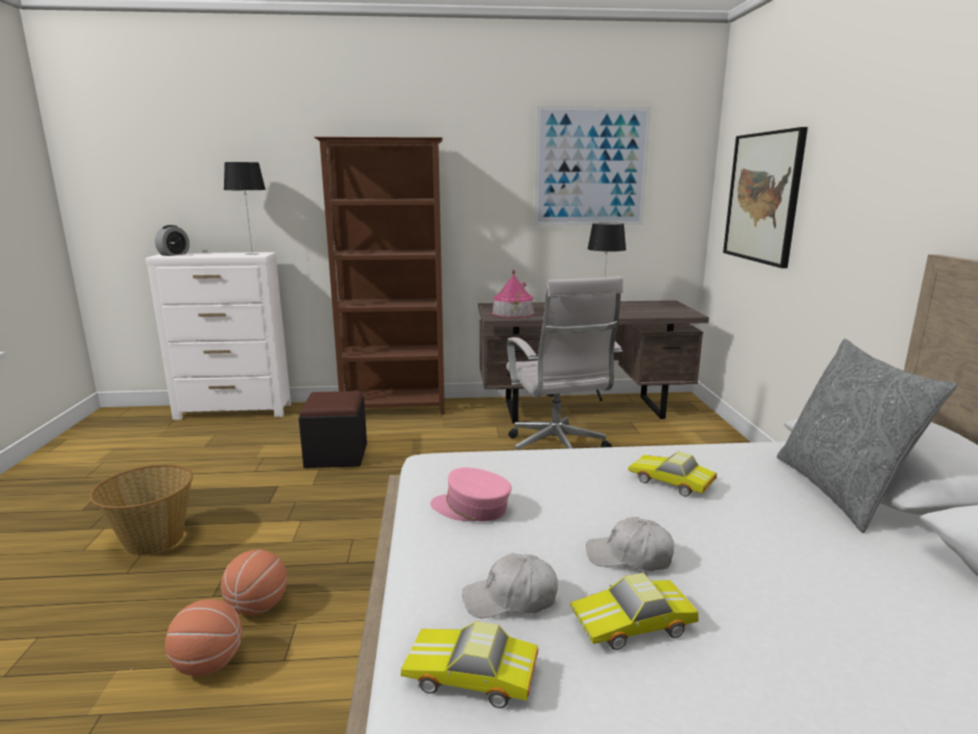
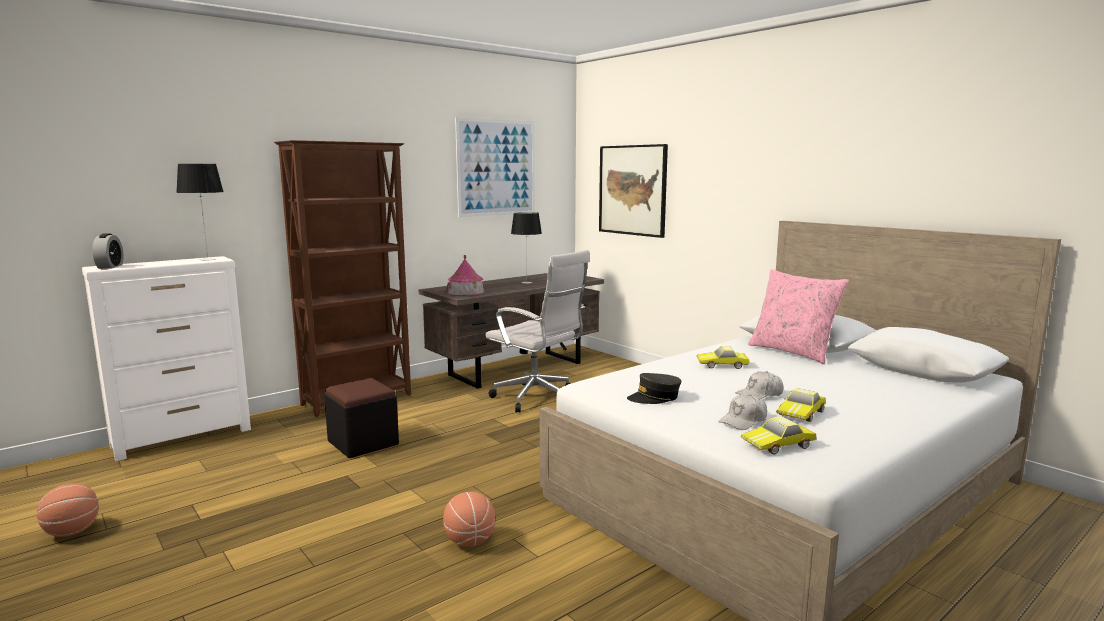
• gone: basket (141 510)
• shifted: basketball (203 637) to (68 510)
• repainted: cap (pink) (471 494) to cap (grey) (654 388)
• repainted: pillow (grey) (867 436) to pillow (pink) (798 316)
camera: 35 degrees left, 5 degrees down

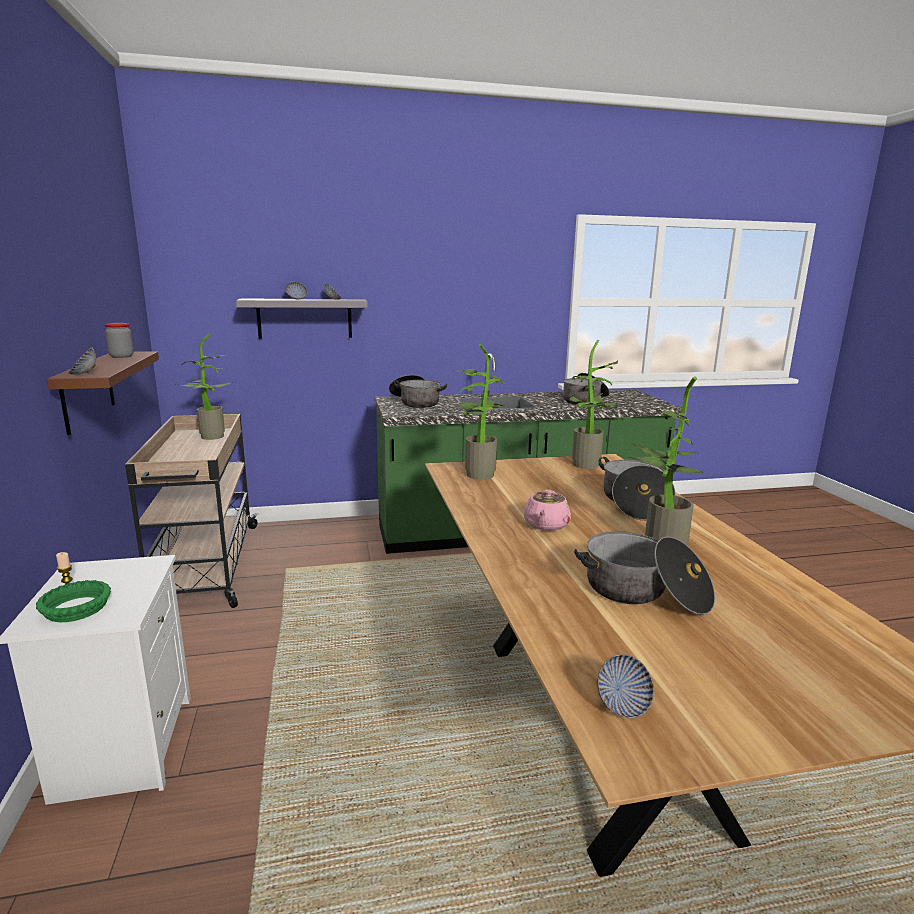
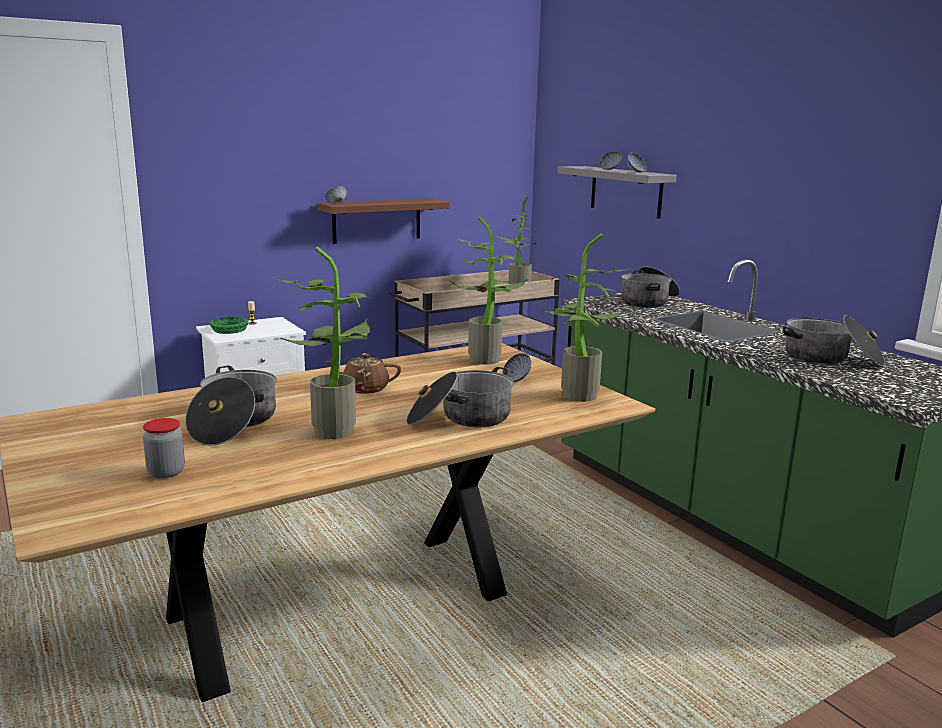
• shifted: jar (119 340) to (164 448)
• shifted: bowl (625 686) to (516 367)
• repainted: teapot (pink) (547 510) to teapot (brown) (363 373)
camera: 70 degrees right, 0 degrees up

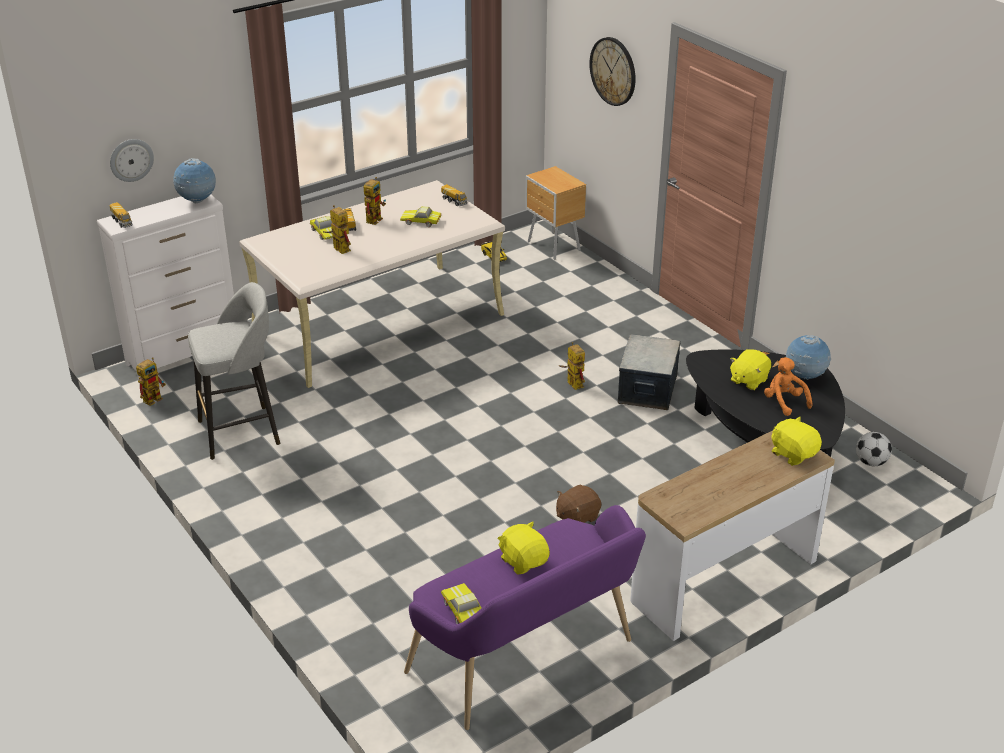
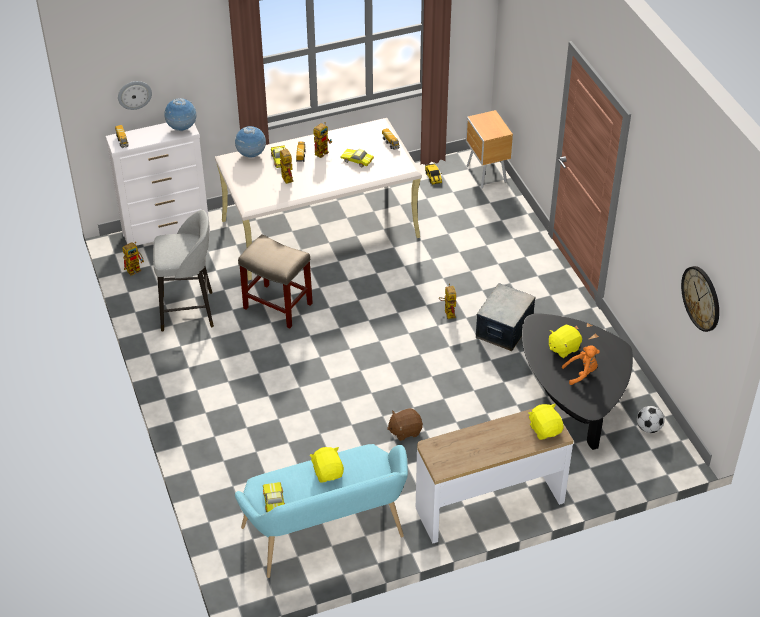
• new: stool (beige) (275 281)
• shifted: wall clock (612 71) to (700 299)
• shifted: globe (808 357) to (250 142)
• repainted: bench (purple) (525 617) to bench (turquoise) (321 511)
• rotated: plush toy (orange) (788 386) = (581 365) 90 degrees clockwise
camera: 15 degrees right, 10 degrees up

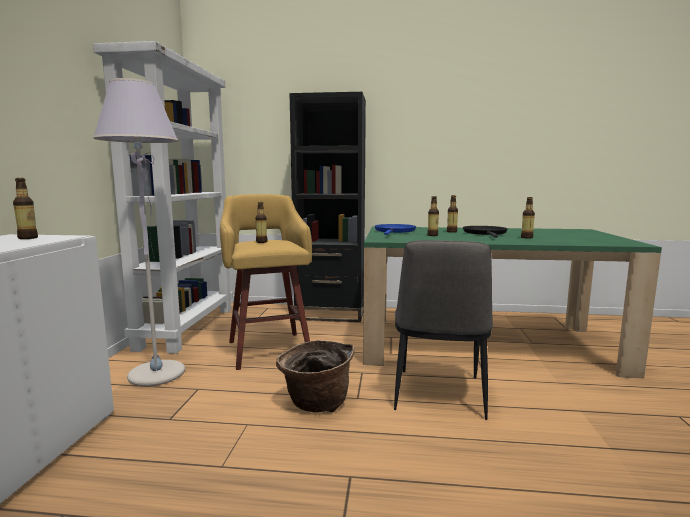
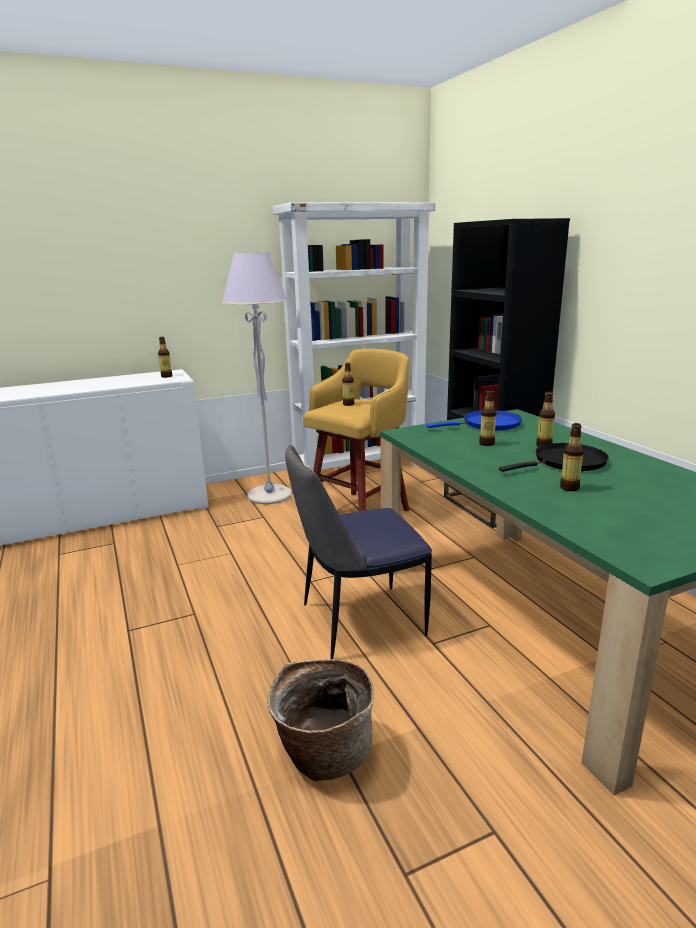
• shifted: basket (315 376) to (320 720)
camera: 60 degrees right, 10 degrees up

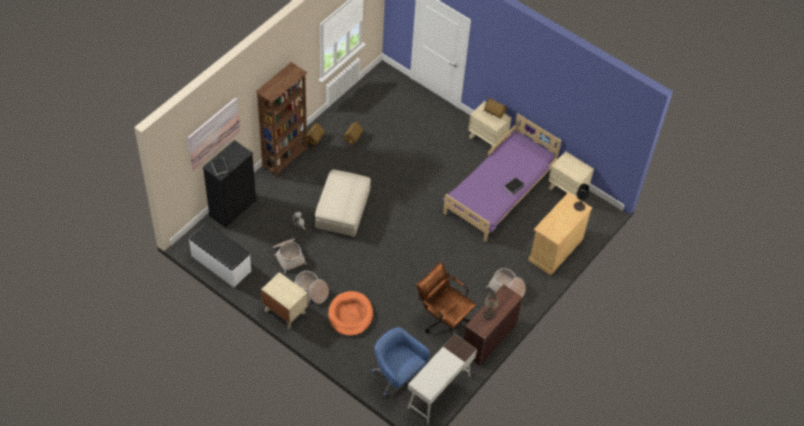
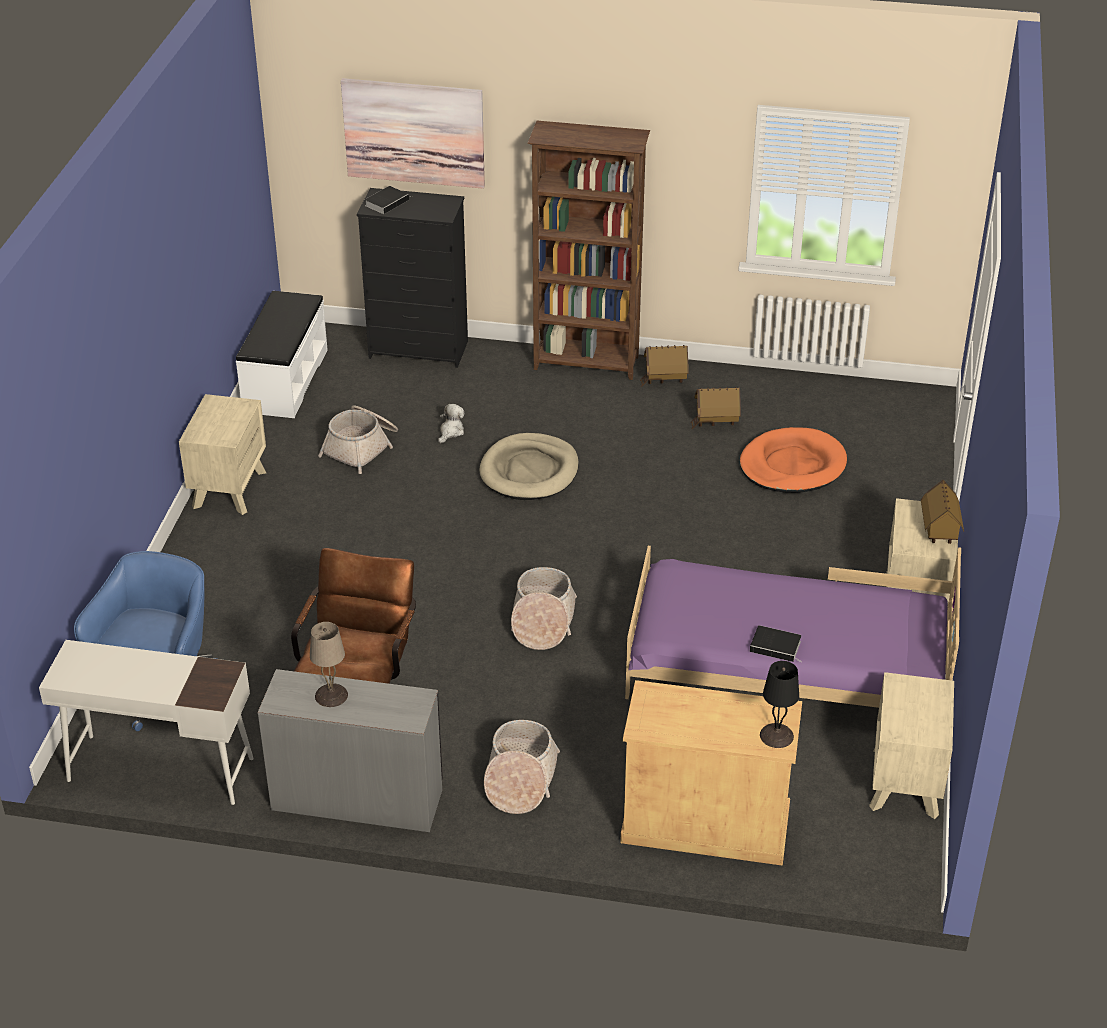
• shifted: basket (311 287) to (544 608)
• shifted: dog bed (orange) (350 313) to (793 460)
• swapped: ottoman (beige) (343 203) to dog bed (beige) (529 466)
• repainted: desk (brown) (493 325) to desk (grey) (350 750)
camera: 65 degrees right, 15 degrees down

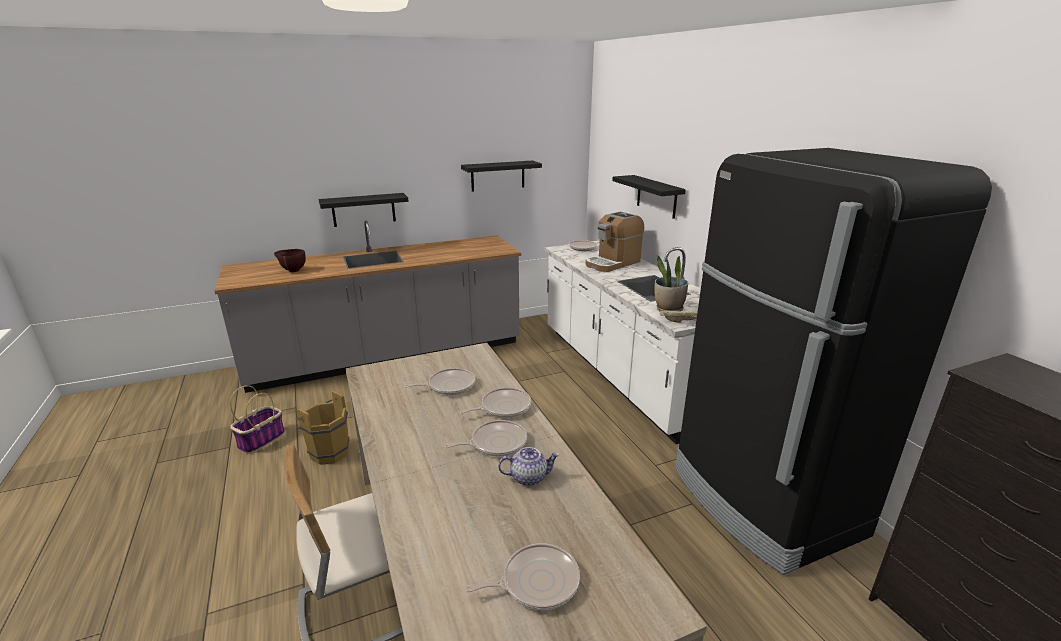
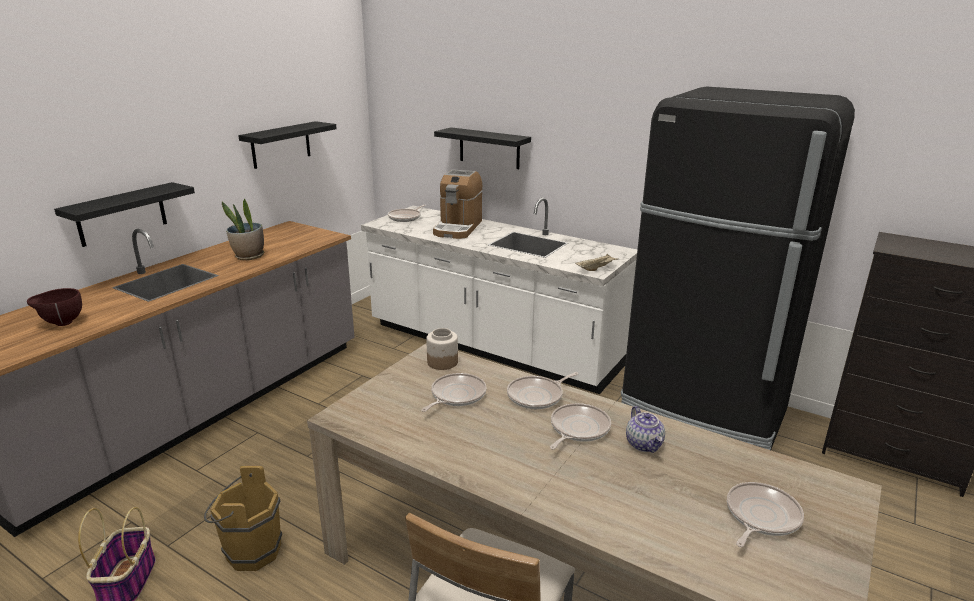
• new: jar (442 349)
• shifted: potted plant (671 283) to (243 229)
• rotated: frying pan (495 403) = (543 390) 150 degrees counterclockwise
• rotated: teapot (528 466) = (645 429) 120 degrees clockwise
camera: 35 degrees left, 0 degrees up

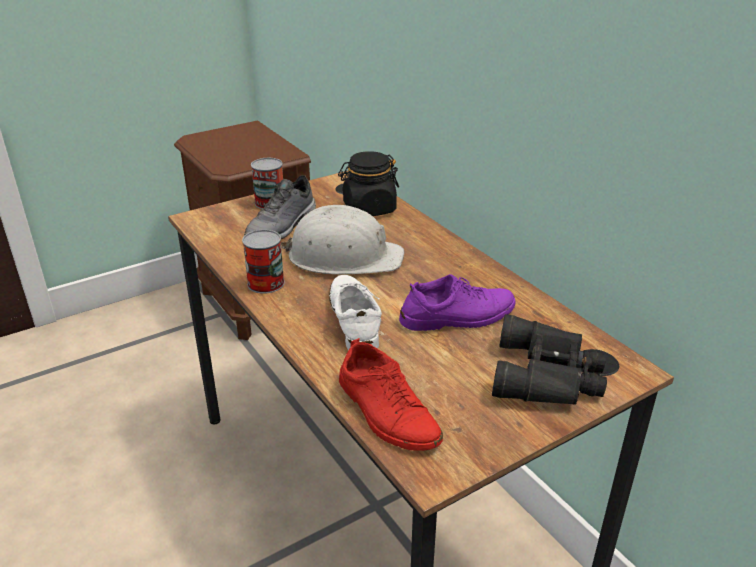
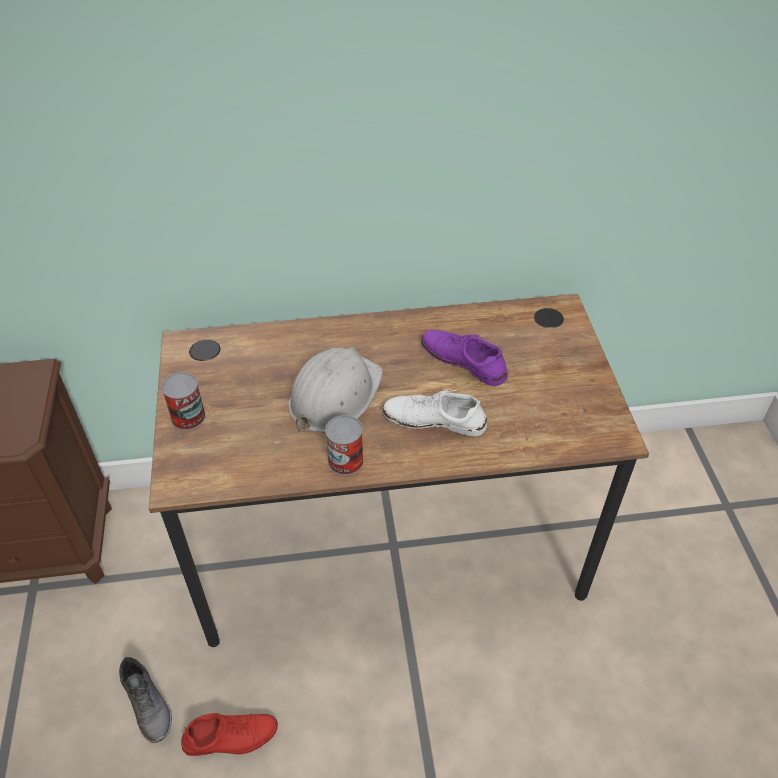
• gone: jar (black) (368 183)
• gone: binoculars (black) (549 359)
• shifted: shoe (grey) (280 207) to (145 700)
• shifted: shoe (red) (391 394) to (229 734)
• rotated: shoe (purple) (457 302) = (464 358) 60 degrees counterclockwise
camera: 65 degrees left, 15 degrees up

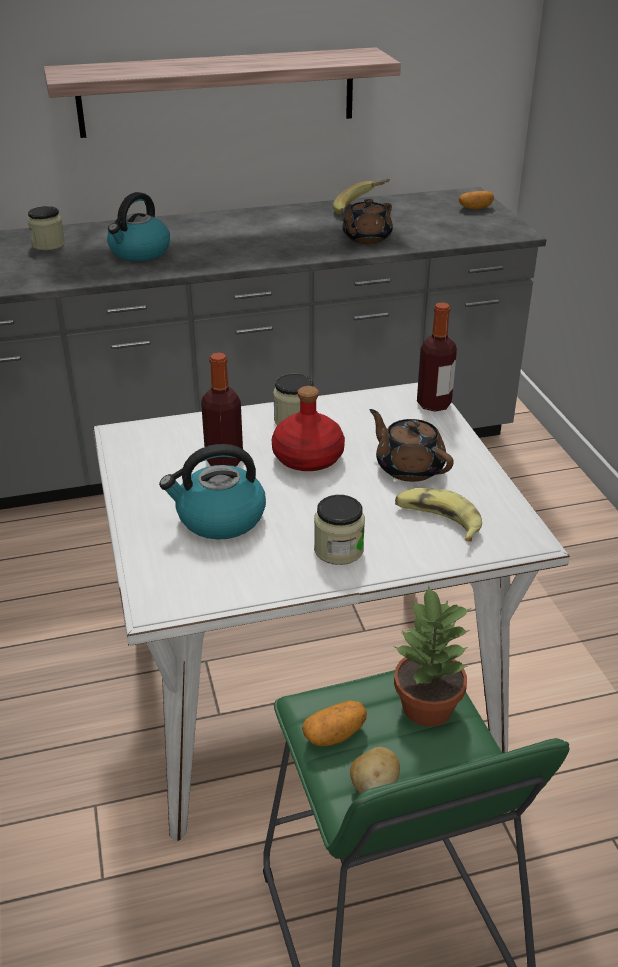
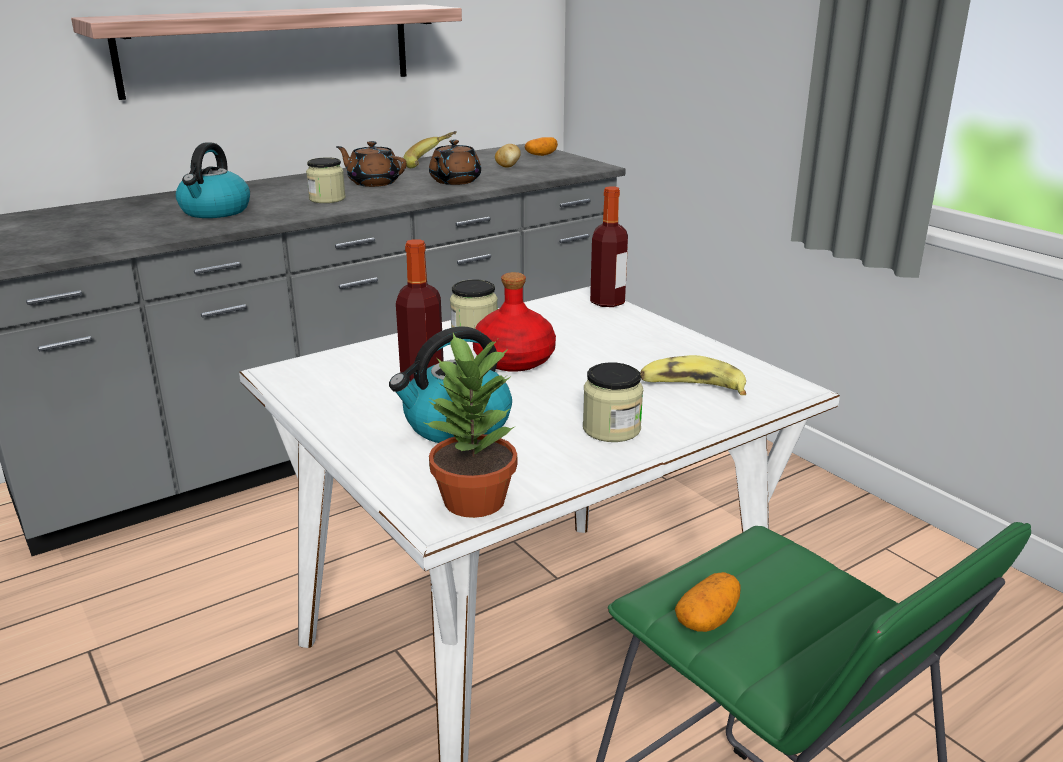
• shifted: jar (46 228) to (326 180)
• shifted: potato (375 770) to (508 156)
• shifted: teapot (brown) (412 445) to (371 164)
• shifted: potted plant (432 656) to (469 425)
camera: 20 degrees left, 10 degrees down

